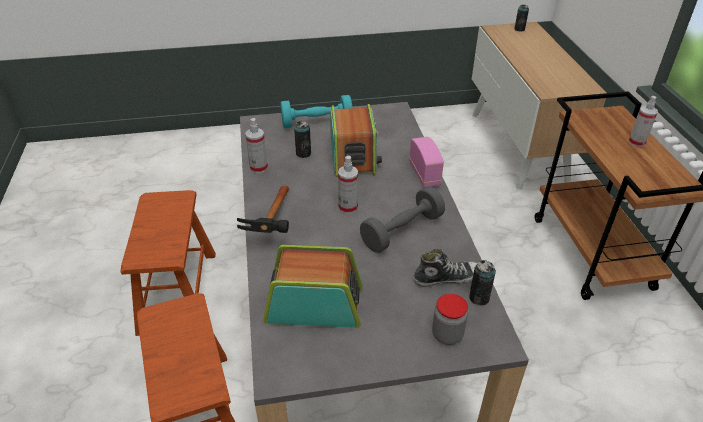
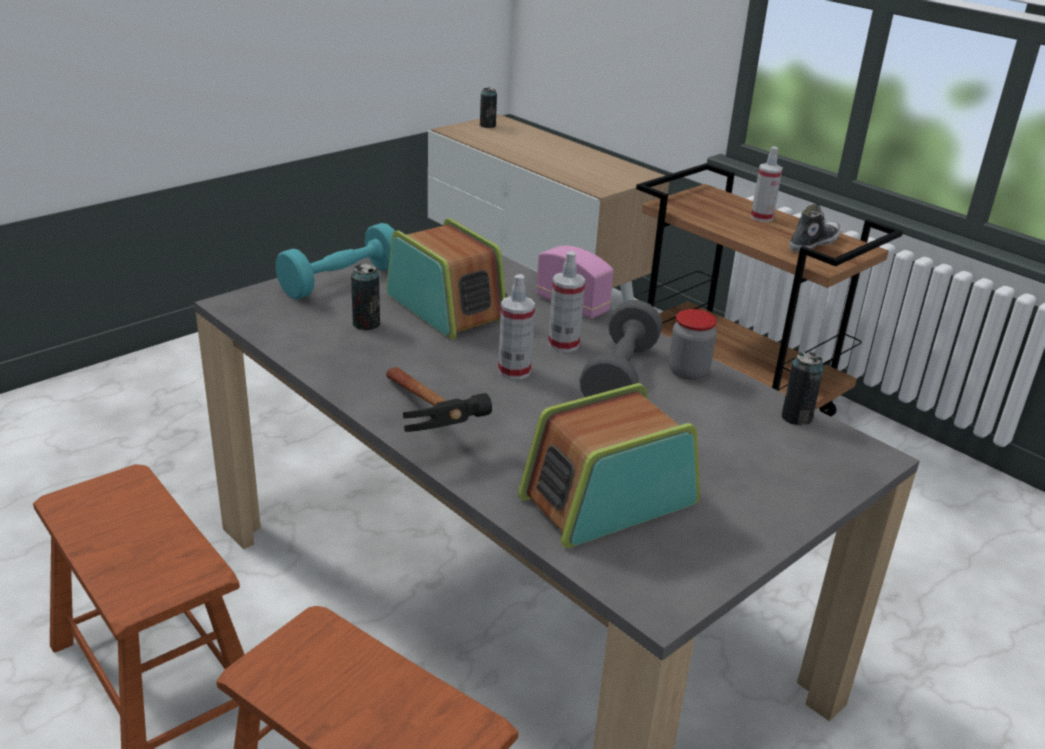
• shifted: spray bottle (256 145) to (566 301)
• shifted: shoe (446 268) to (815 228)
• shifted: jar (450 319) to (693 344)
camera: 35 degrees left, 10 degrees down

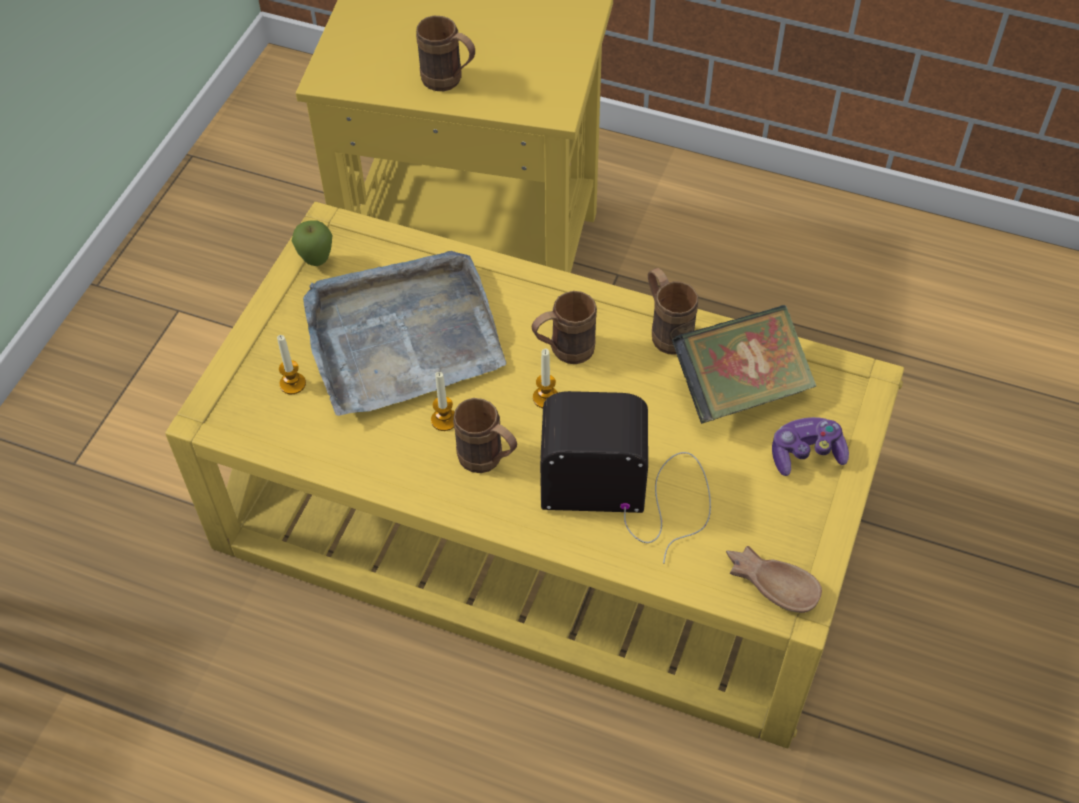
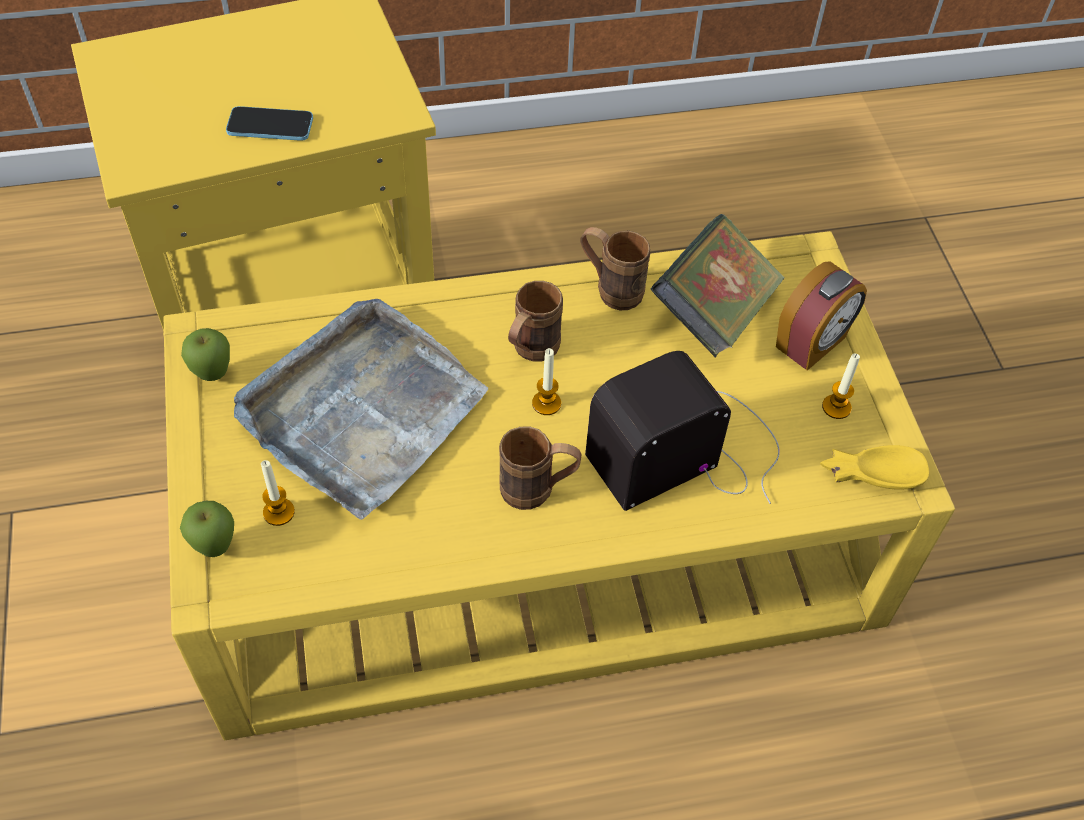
• new: apple (207 529)
• shifted: candle (442 401) to (841 386)
• swapped: mug (brown) (445 53) to phone (269 123)
• swapped: game controller (810 446) to alarm clock (821 316)
• repainted: bowl (brown) (774 579) to bowl (yellow) (874 467)
camera: 35 degrees left, 0 degrees up

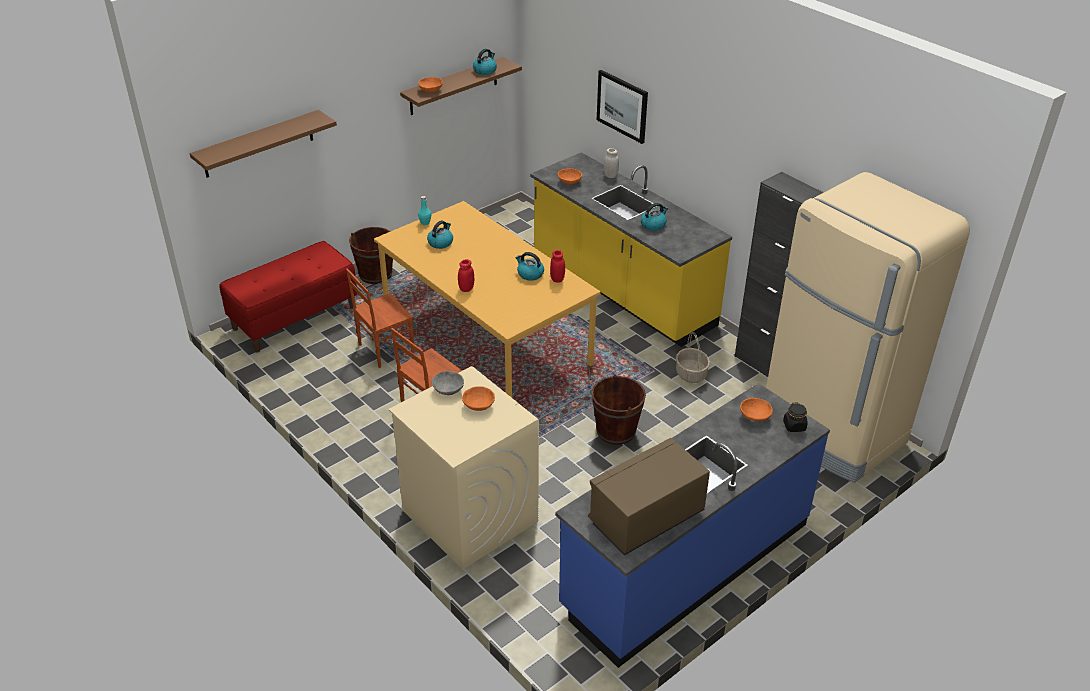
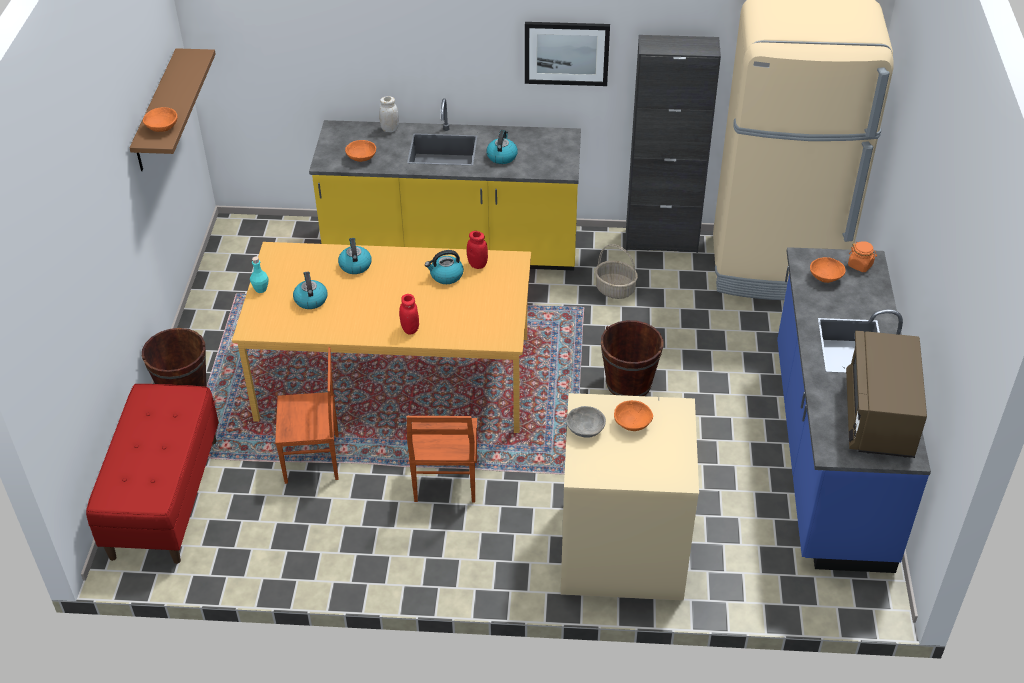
• gone: shelf (brown) (263 143)
• shifted: kettle (485 62) to (355 256)
• shifted: picture (622 107) to (567 54)
• repainted: jar (black) (795 417) to jar (orange) (862 256)
• rotated: chair (brown) (380 318) = (307 415) 105 degrees counterclockwise
camera: 45 degrees left, 5 degrees up

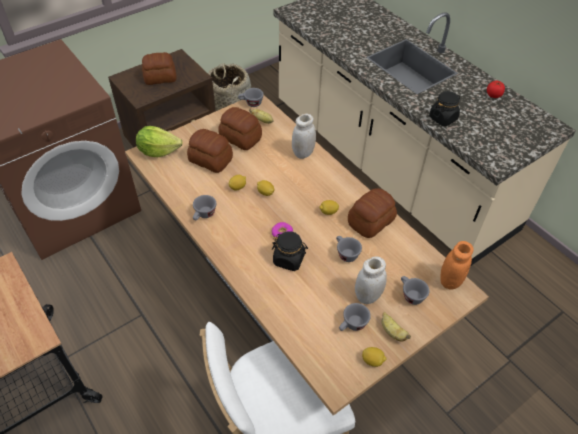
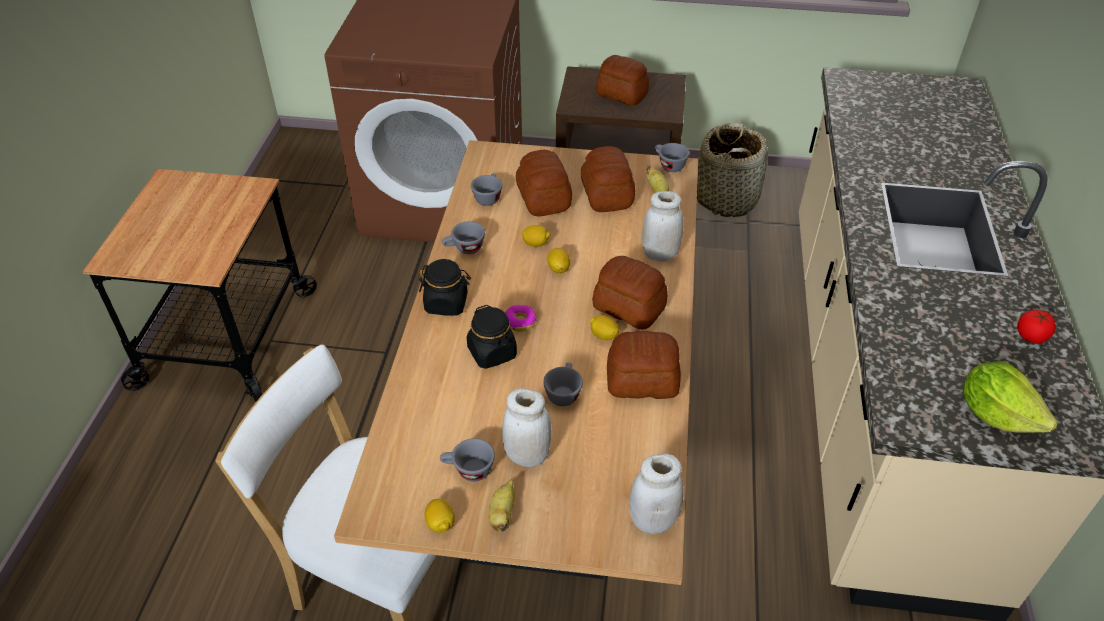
• new: bread (630 293)
• shifted: lettuce (159 141) to (1010 397)
• shifted: cup (grey) (415 290) to (487 190)
• shifted: jar (black) (444 108) to (445 287)
• repainted: jar (orange) (457 265) to jar (white) (657 494)
camera: 45 degrees right, 5 degrees down

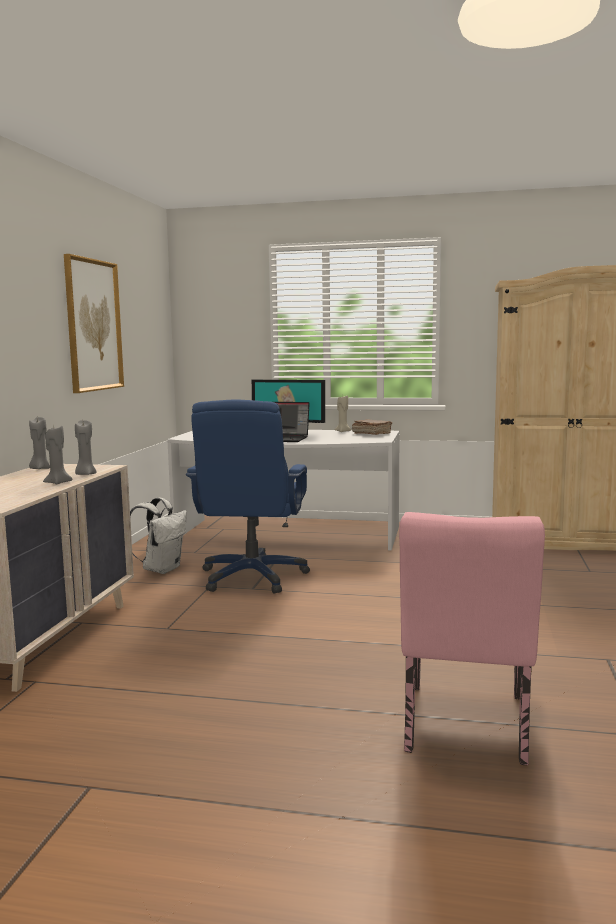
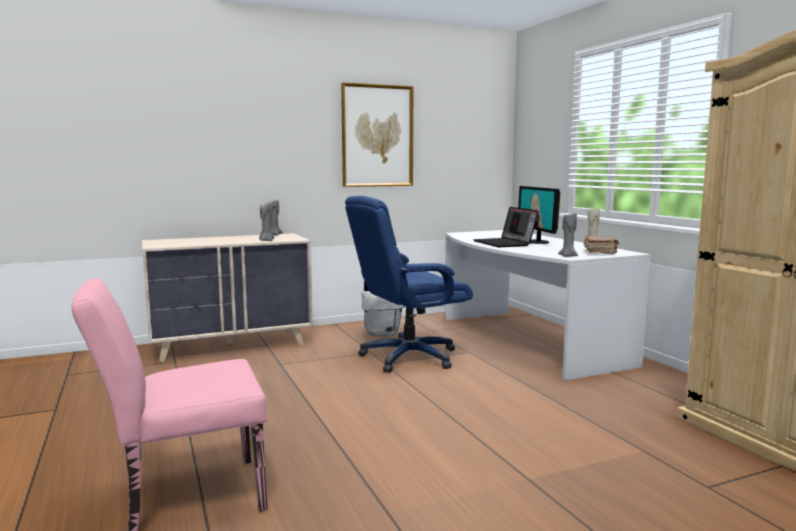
• shifted: candle (grey) (58 455) to (568 235)
camera: 55 degrees right, 0 degrees up

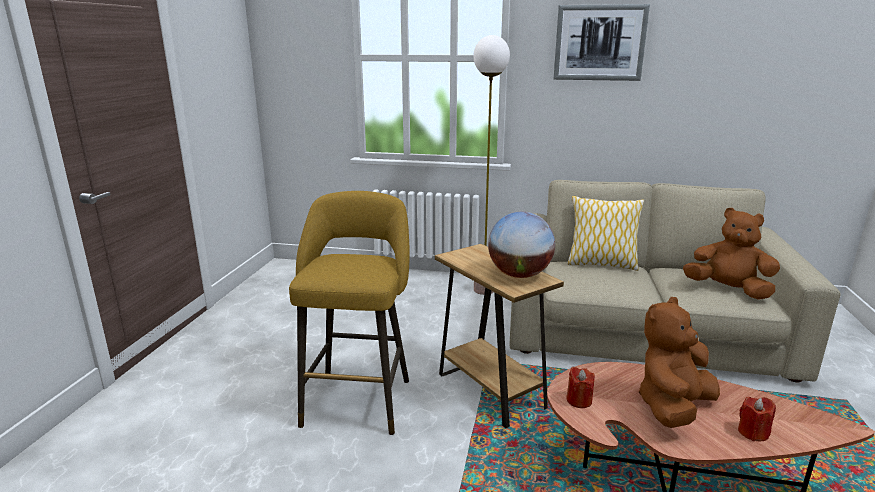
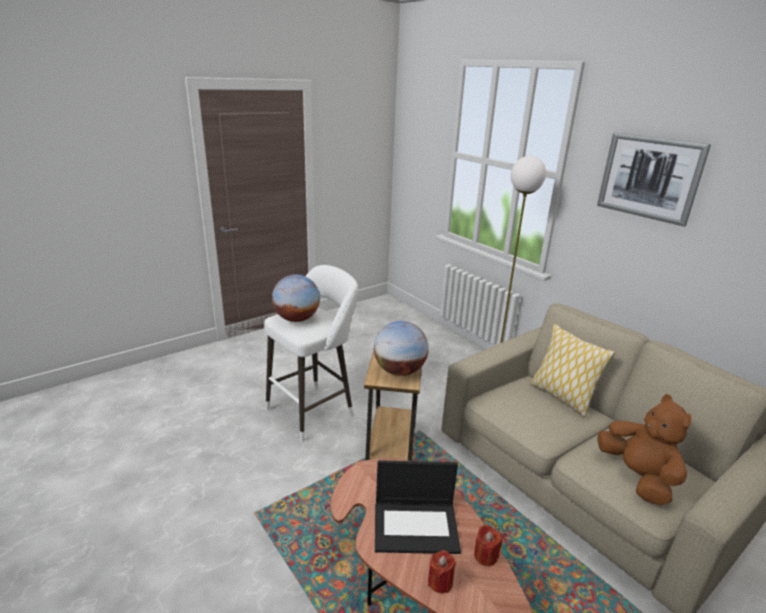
• new: globe (296 298)
• shifted: candle (red) (580 387) to (488 545)
• swapped: plush toy (brown) (679 362) to laptop (418 507)
• repainted: stool (yellow) (349 313) to stool (white) (311 353)
camera: 40 degrees right, 5 degrees up

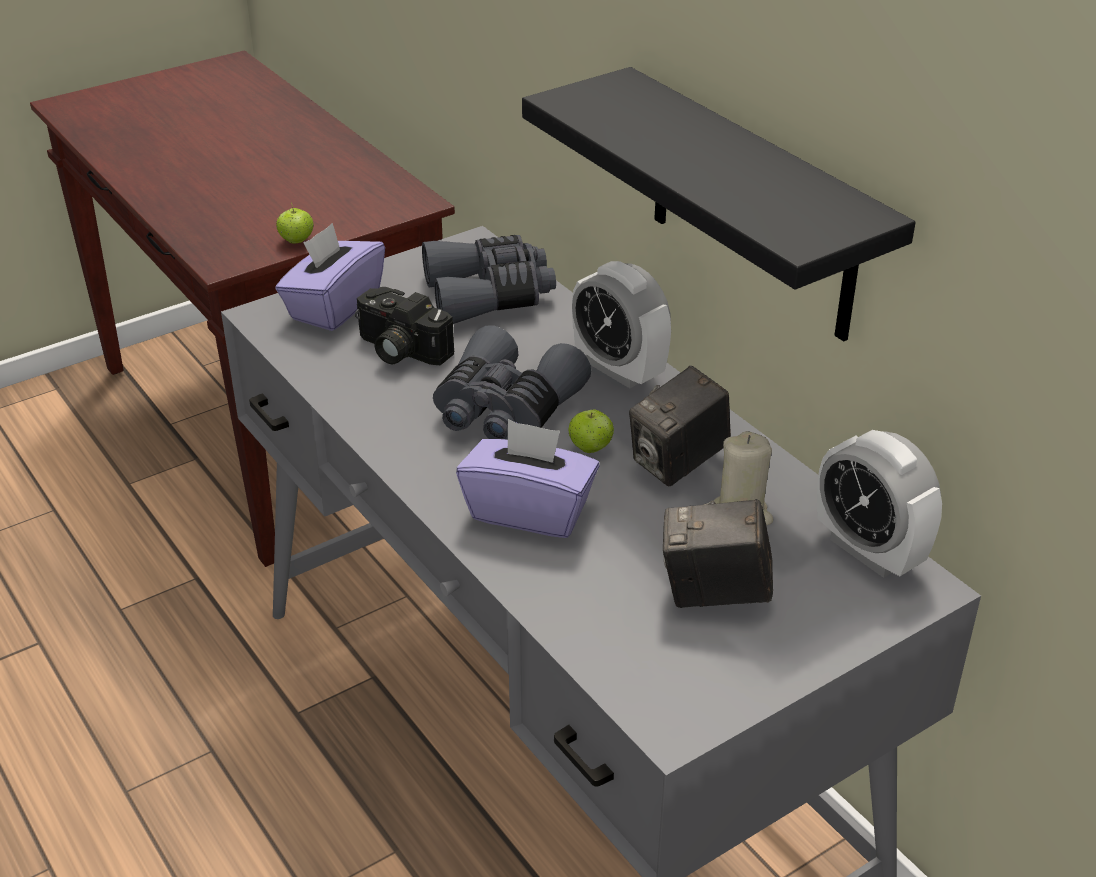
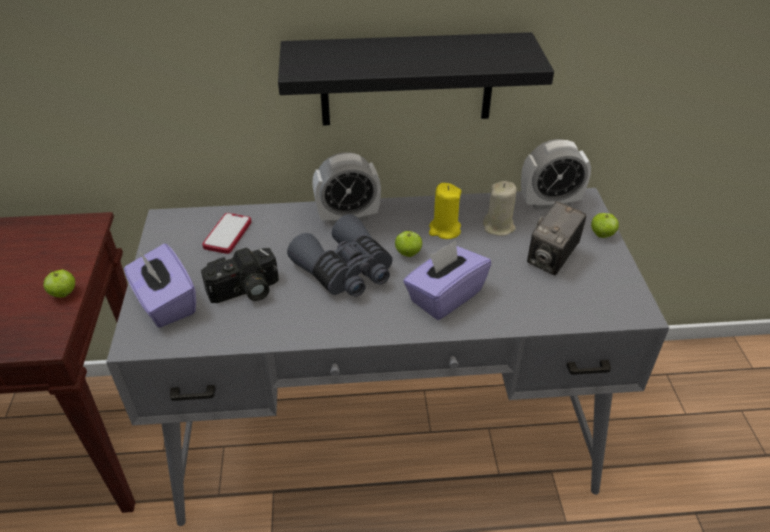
• new: apple (605 225)
• swapped: binoculars (grey) (489 279) to phone (227 233)
• swapped: photo camera (680 426) to candle (yellow) (445 211)
camera: 60 degrees left, 5 degrees up

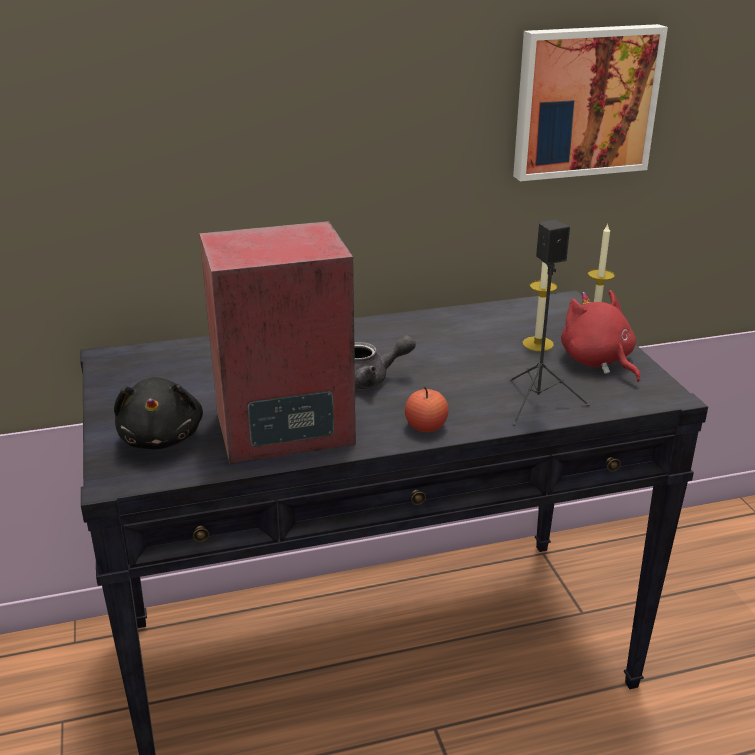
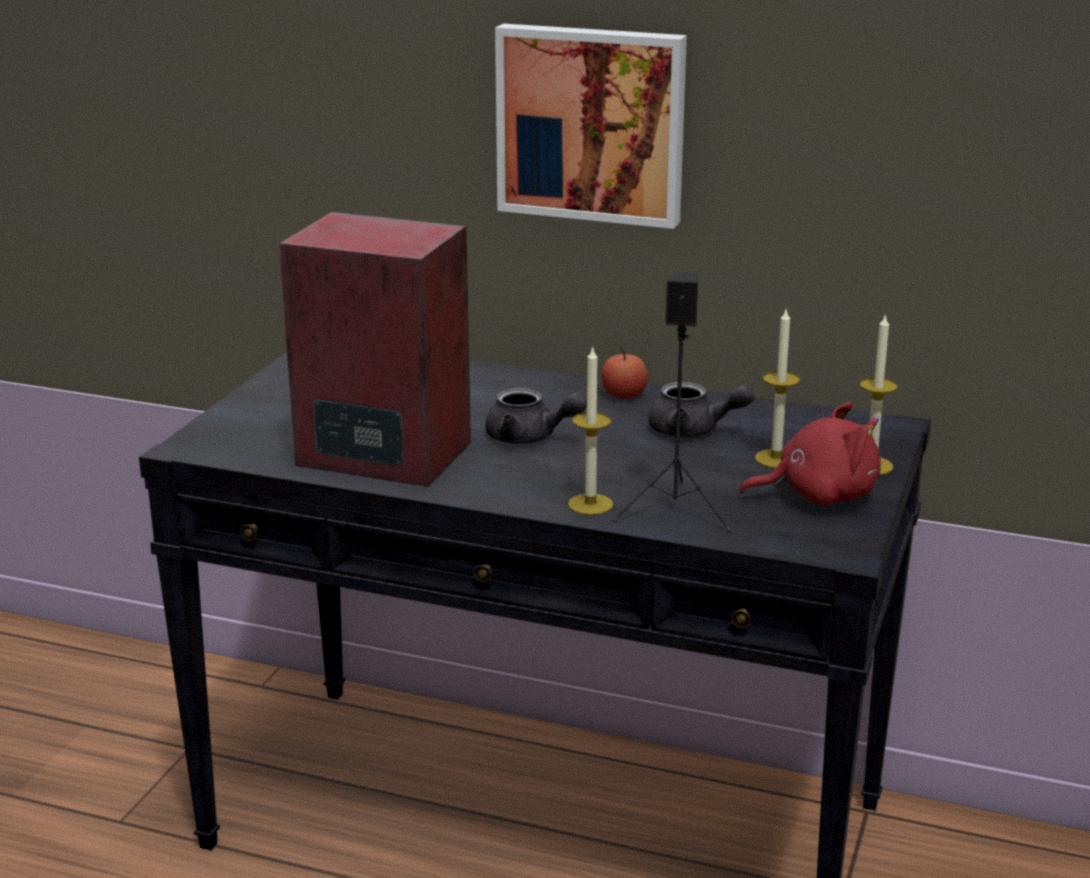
• gone: plush toy (black) (158 413)
• new: candle (590 430)
• new: teapot (grey) (701 409)
• shifted: apple (427 409) to (624 373)
• shifted: picture (590 102) to (591 126)
• rotated: plush toy (red) (600 336) = (810 453) 75 degrees clockwise
camera: 35 degrees right, 5 degrees down

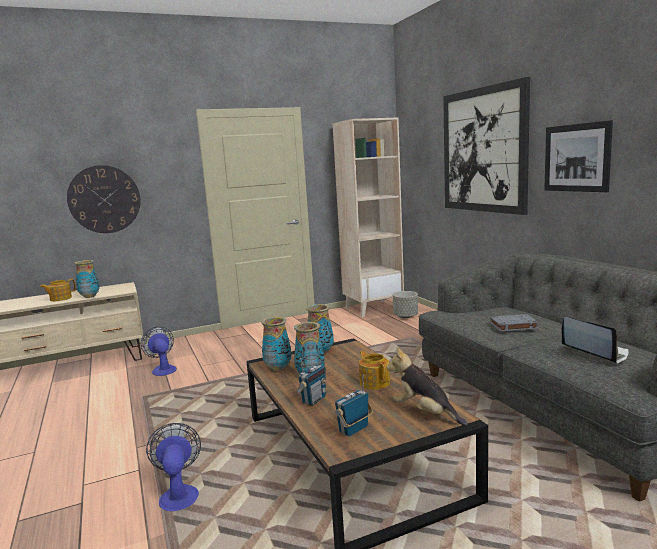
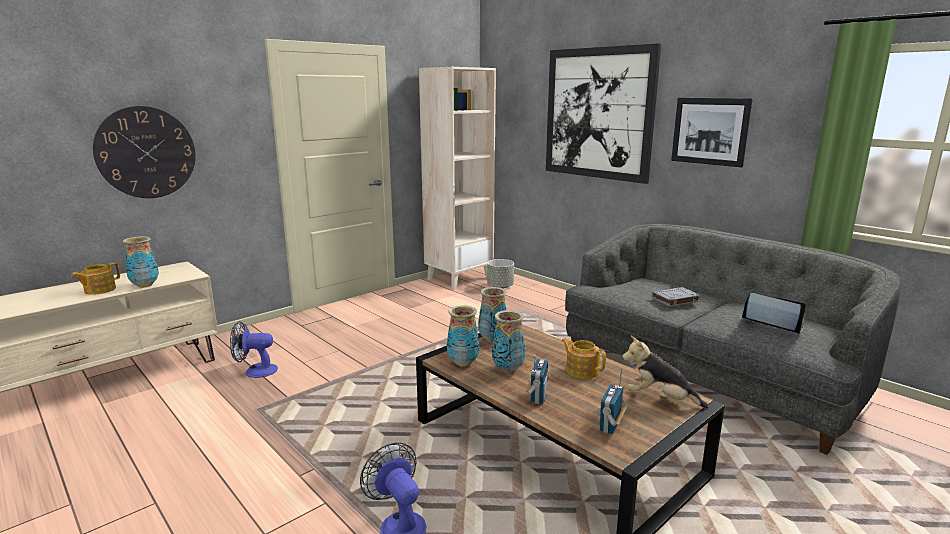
• rotated: fan (159 351) = (254 349) 45 degrees counterclockwise
camera: 20 degrees left, 5 degrees up

